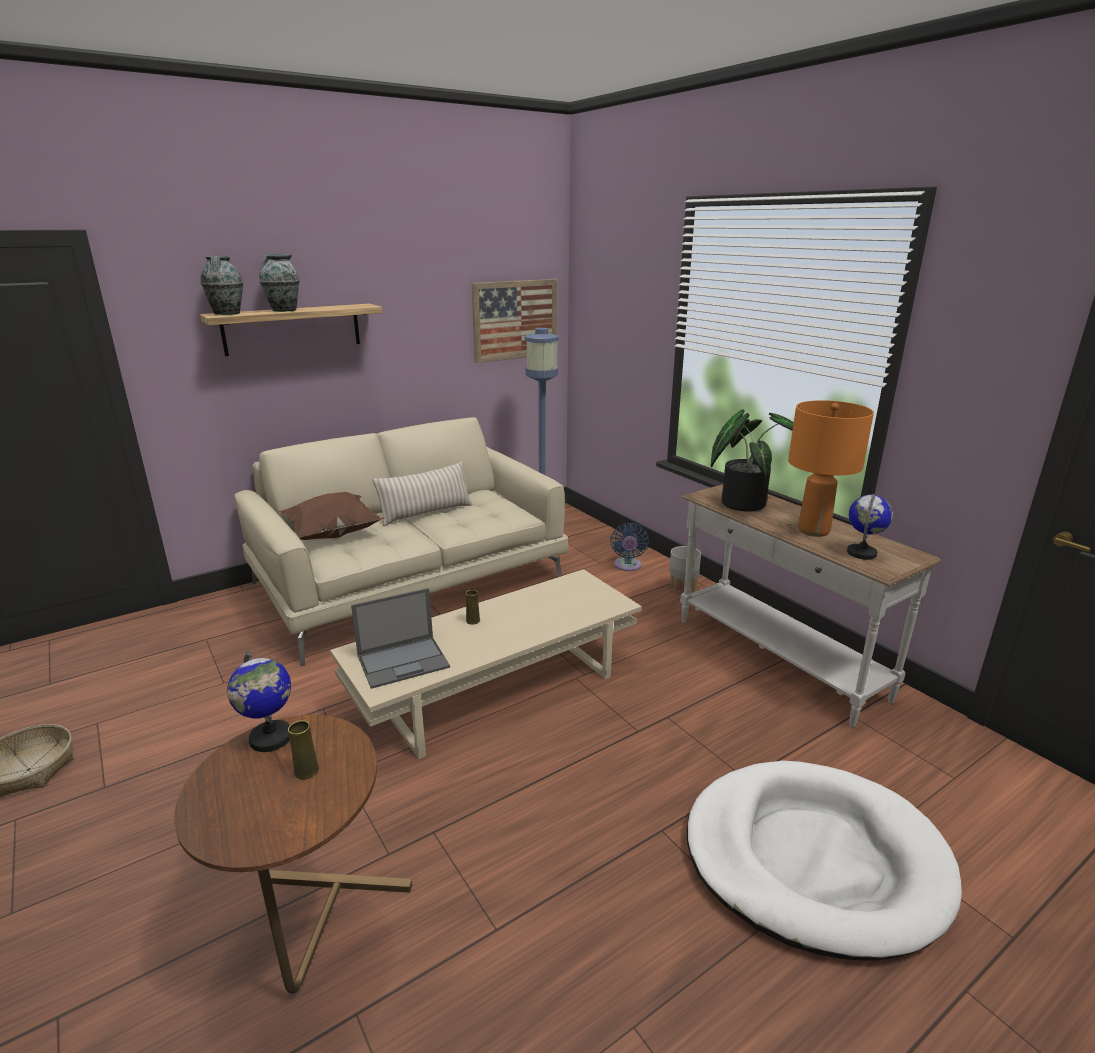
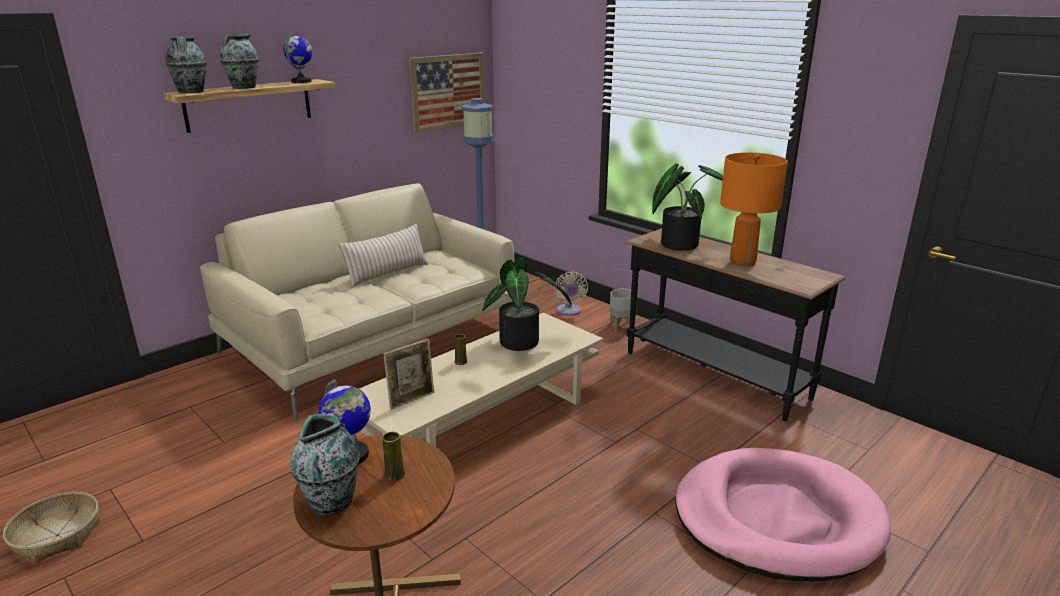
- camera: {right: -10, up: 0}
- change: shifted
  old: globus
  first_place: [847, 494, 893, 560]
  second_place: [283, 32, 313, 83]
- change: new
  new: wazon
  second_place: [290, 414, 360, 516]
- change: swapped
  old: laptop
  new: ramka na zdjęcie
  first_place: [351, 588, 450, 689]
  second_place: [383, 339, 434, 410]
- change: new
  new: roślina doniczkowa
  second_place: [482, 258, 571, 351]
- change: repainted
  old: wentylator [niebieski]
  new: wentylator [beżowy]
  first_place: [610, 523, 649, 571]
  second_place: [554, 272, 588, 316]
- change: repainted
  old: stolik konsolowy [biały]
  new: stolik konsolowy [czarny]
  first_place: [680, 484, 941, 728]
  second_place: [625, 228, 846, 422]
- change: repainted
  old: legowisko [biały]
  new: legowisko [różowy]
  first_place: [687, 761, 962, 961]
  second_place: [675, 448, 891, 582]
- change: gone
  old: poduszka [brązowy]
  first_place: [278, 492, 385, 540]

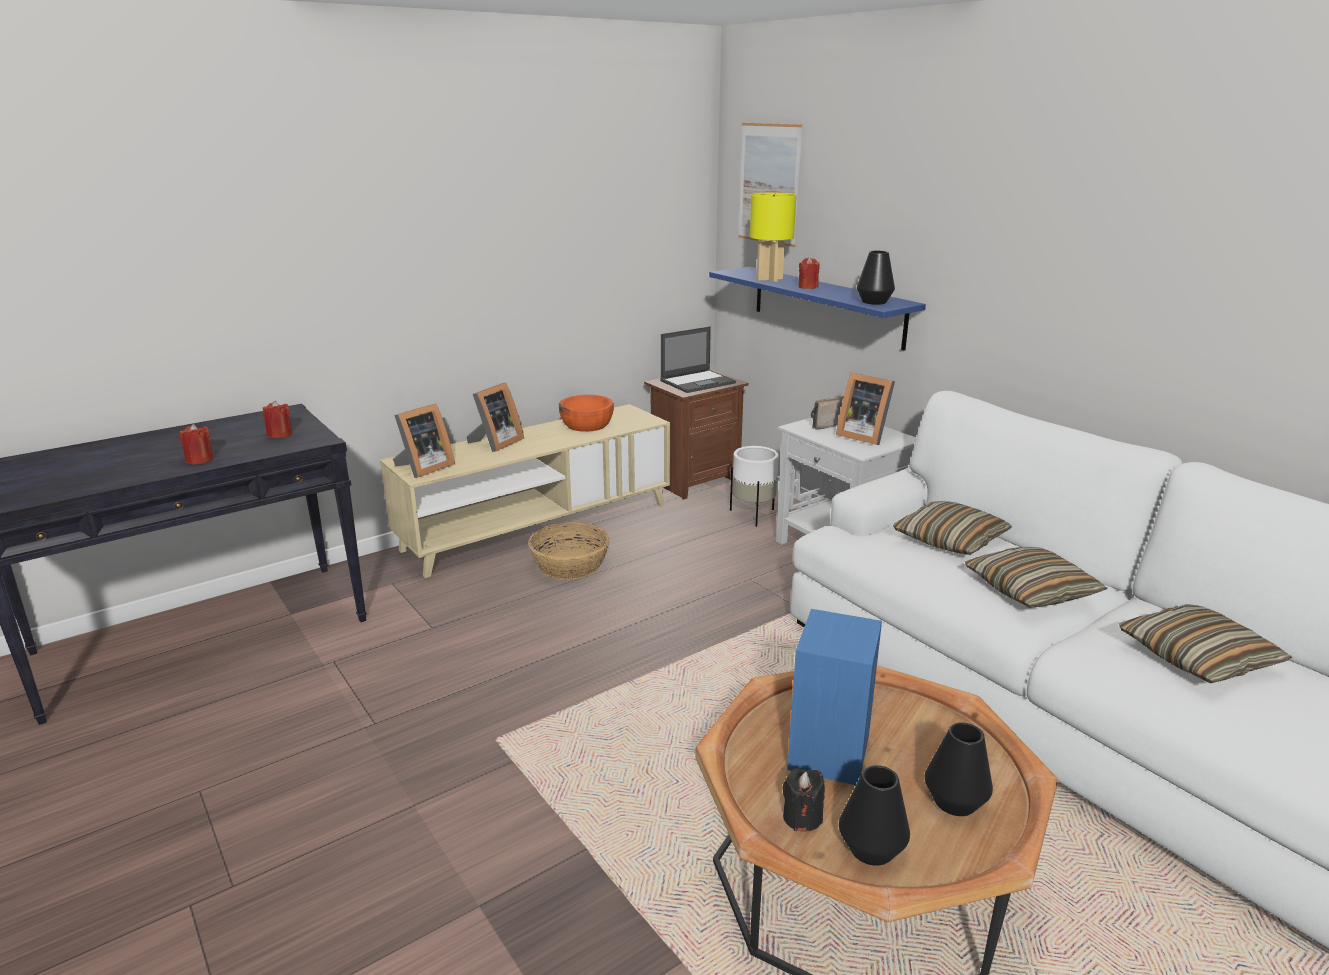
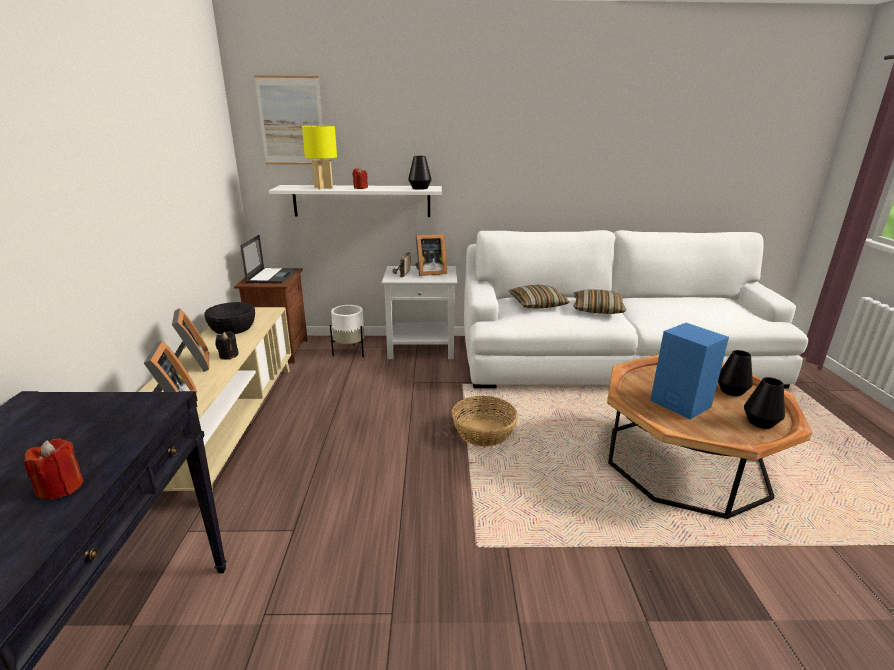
- camera: {right: -55, up: 0}
- change: repainted
  old: miska [pomarańczowy]
  new: miska [czarny]
  first_place: [559, 395, 614, 432]
  second_place: [204, 302, 255, 335]
- change: shifted
  old: świeca [czarny]
  first_place: [783, 768, 825, 832]
  second_place: [215, 331, 239, 360]
- change: repainted
  old: półka [niebieski]
  new: półka [biały]
  first_place: [709, 267, 926, 350]
  second_place: [269, 185, 442, 217]
- change: shifted
  old: koszyk
  first_place: [528, 522, 609, 580]
  second_place: [452, 396, 518, 447]
- change: gone
  old: świeca [czerwony]
  first_place: [263, 401, 293, 439]
- change: gone
  old: poduszka
  first_place: [1119, 604, 1292, 683]

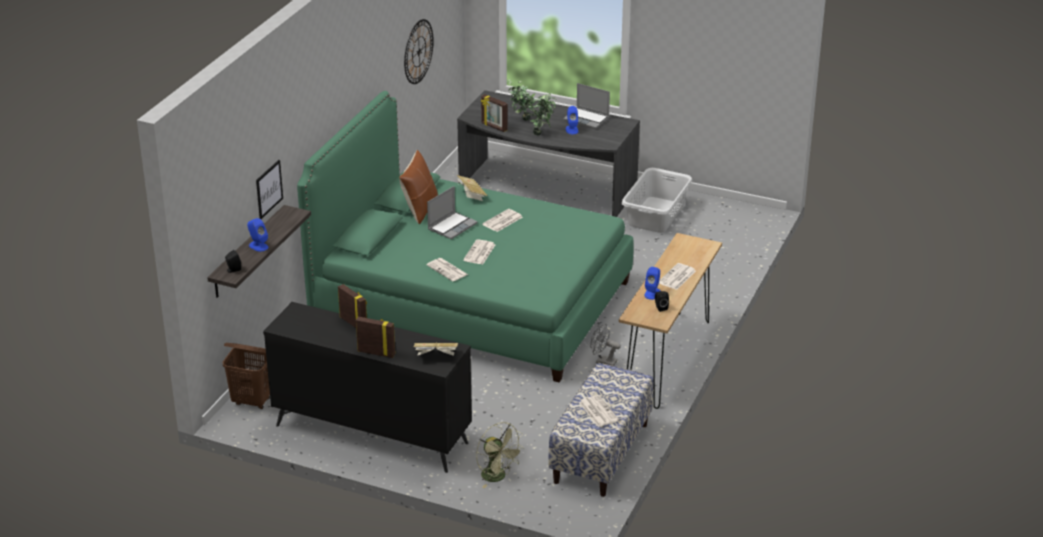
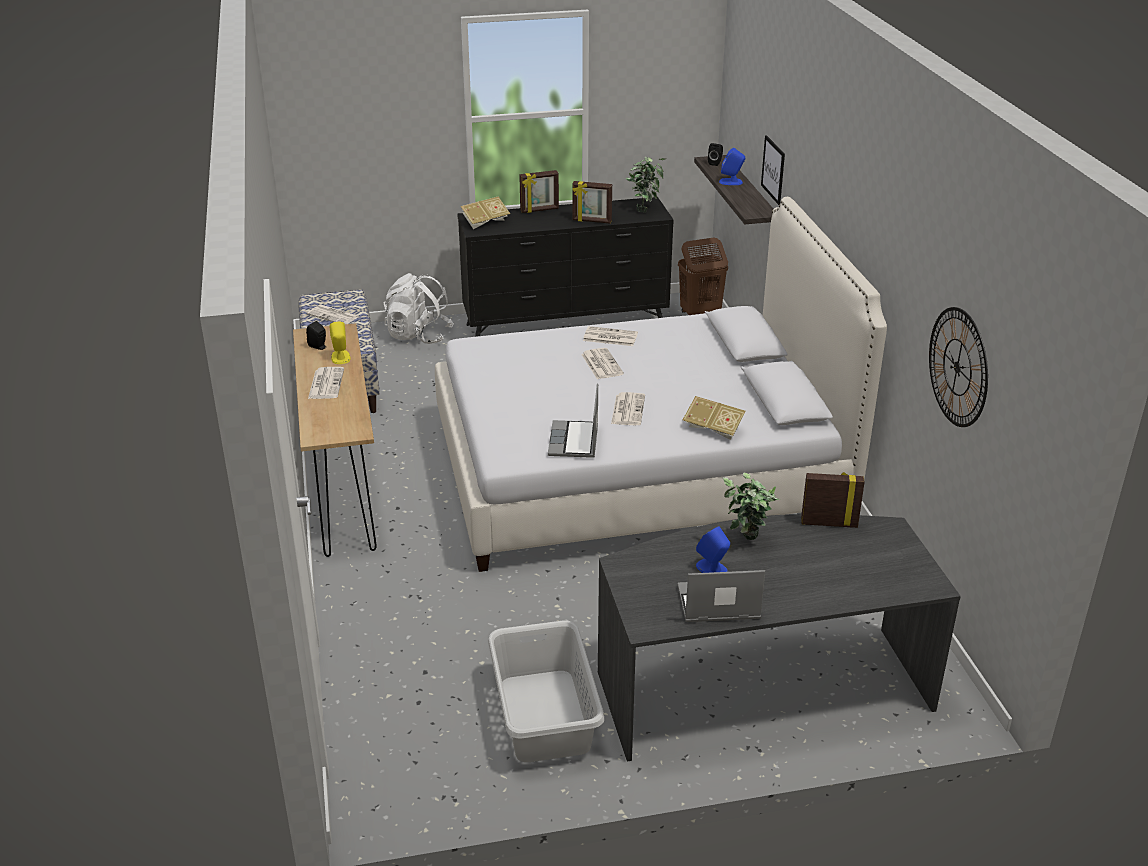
- camera: {right: 145, up: 0}
- change: repainted
  old: głośnik [niebieski]
  new: głośnik [żółty]
  first_place: [644, 267, 660, 300]
  second_place: [329, 322, 350, 364]
- change: swapped
  old: wentylator [zielony]
  new: plecak [biały]
  first_place: [476, 422, 524, 488]
  second_place: [383, 273, 454, 344]
- change: repainted
  old: łóżko [zielony]
  new: łóżko [biały]
  first_place: [297, 91, 634, 382]
  second_place: [435, 197, 887, 572]
- change: shifted
  old: laptop
  first_place: [427, 186, 478, 239]
  second_place: [548, 383, 598, 458]
- change: shifted
  old: roślina doniczkowa
  first_place: [508, 79, 535, 121]
  second_place: [626, 157, 666, 212]
- change: gone
  old: poduszka [brązowy]
  first_place: [399, 150, 438, 224]
- change: gone
  old: wentylator [szary]
  first_place: [590, 324, 621, 366]

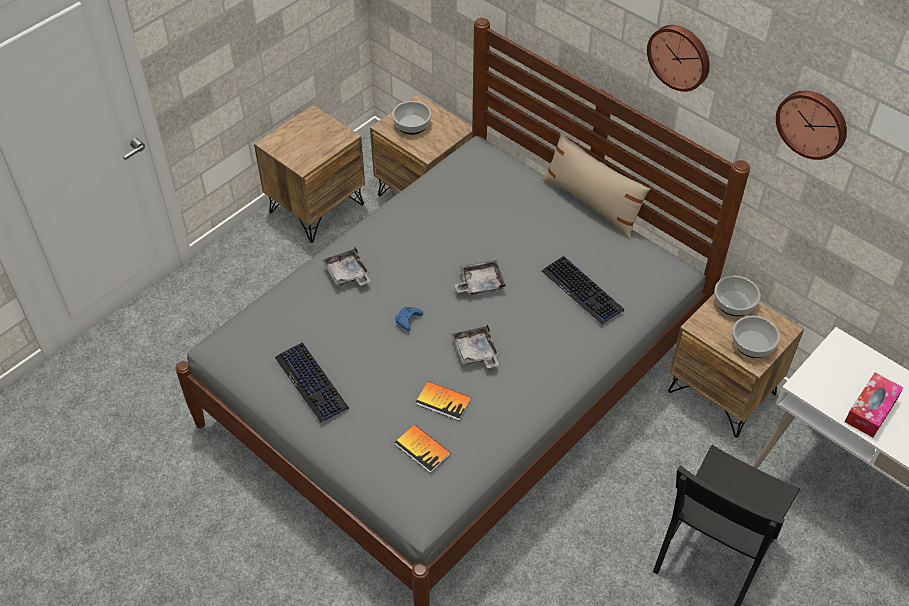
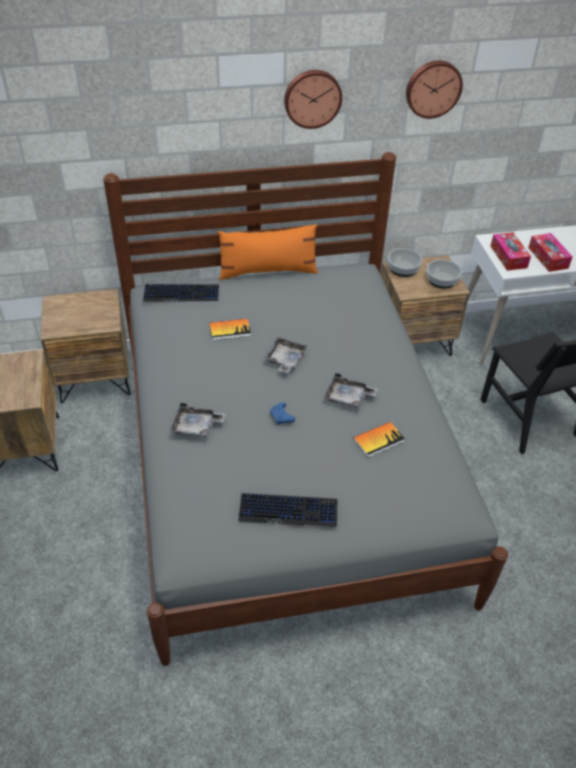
- camera: {right: -55, up: -5}
- change: shifted
  old: klawiatura
  first_place: [542, 256, 624, 325]
  second_place: [143, 284, 219, 302]
- change: shifted
  old: książka
  first_place: [395, 424, 451, 473]
  second_place: [210, 319, 251, 340]
- change: repainted
  old: poduszka [beżowy]
  new: poduszka [pomarańczowy]
  first_place: [543, 132, 651, 239]
  second_place: [218, 224, 318, 280]
- change: new
  new: pudełko chusteczek
  second_place: [491, 232, 531, 271]
- change: gone
  old: miska
  first_place: [392, 101, 432, 135]

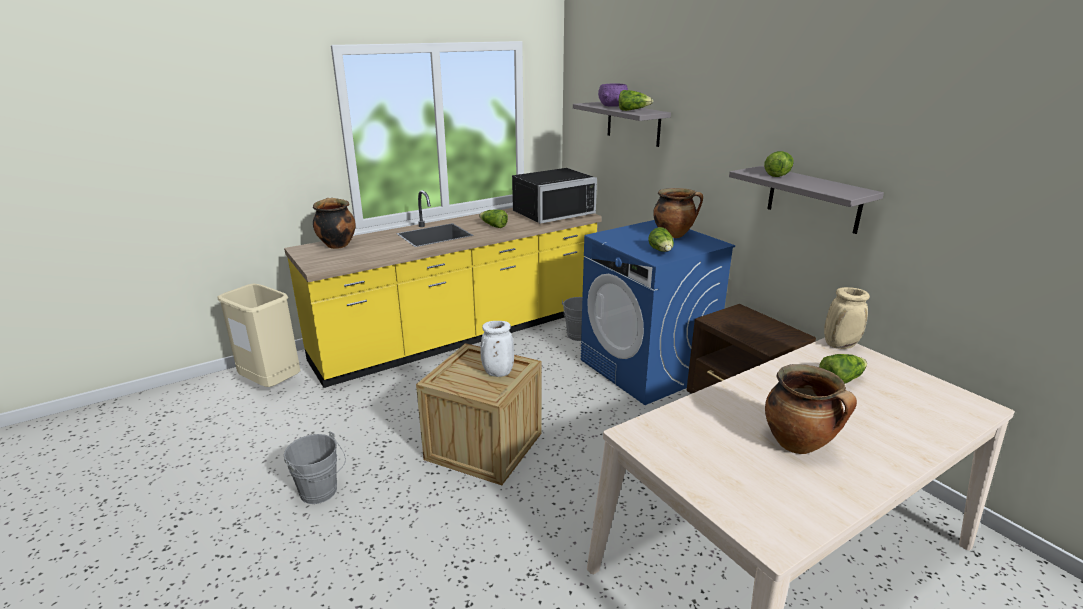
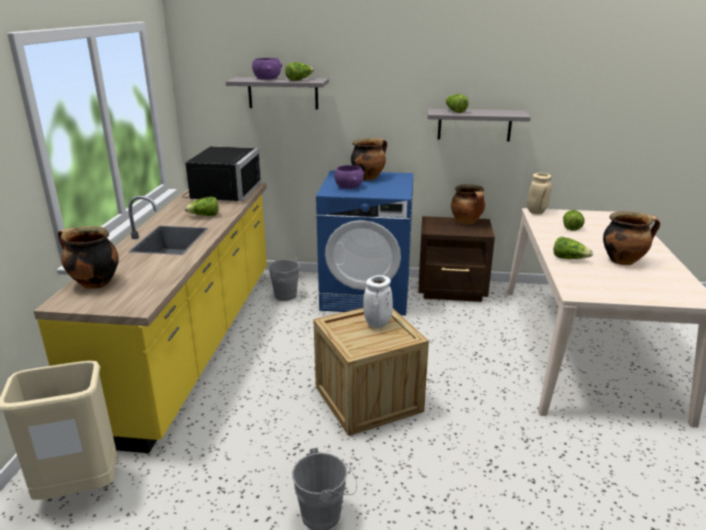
- camera: {right: -50, up: 0}
- change: new
  new: miska [fioletowy]
  second_place: [334, 165, 364, 189]
- change: new
  new: garnek
  second_place: [451, 184, 485, 225]
- change: shifted
  old: sałata
  first_place: [648, 227, 674, 252]
  second_place: [554, 237, 593, 259]

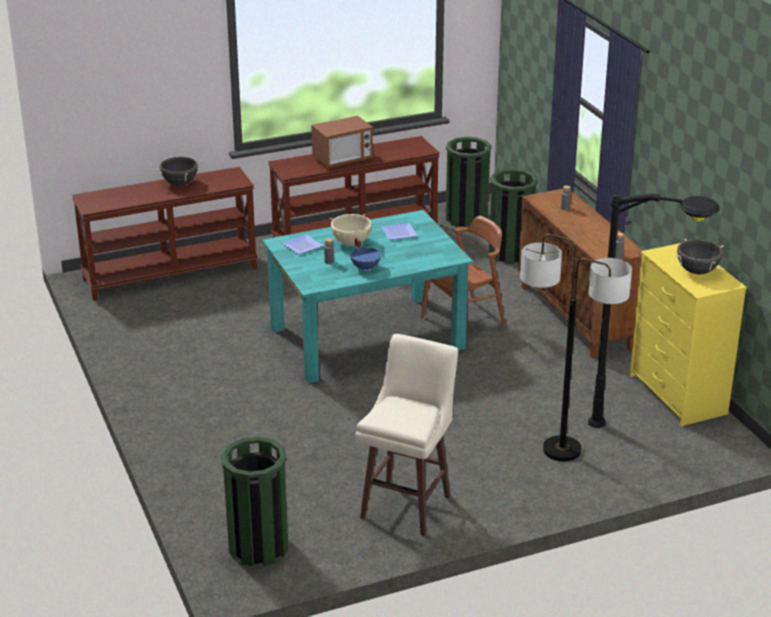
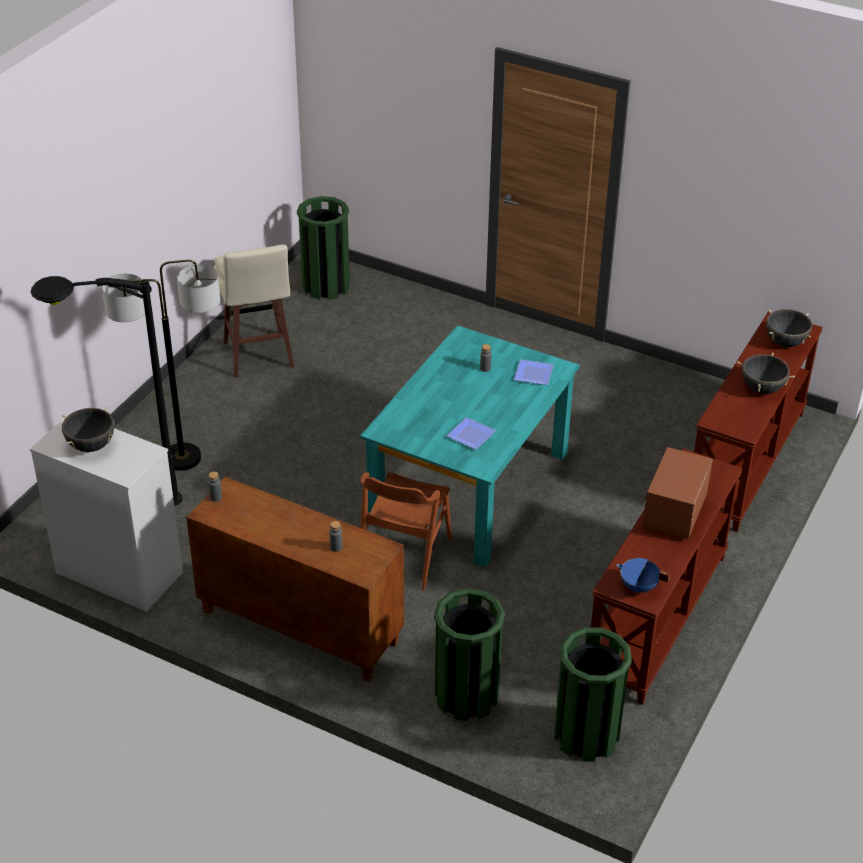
- camera: {right: 140, up: 10}
- change: repainted
  old: komoda [żółty]
  new: komoda [biały]
  first_place: [629, 243, 747, 426]
  second_place: [30, 412, 183, 612]
- change: shifted
  old: garnek [niebieski]
  first_place: [350, 238, 381, 271]
  second_place: [617, 558, 670, 593]
- change: new
  new: garnek [czarny]
  second_place: [766, 309, 812, 347]
- change: gone
  old: garnek [beżowy]
  first_place: [330, 214, 373, 246]

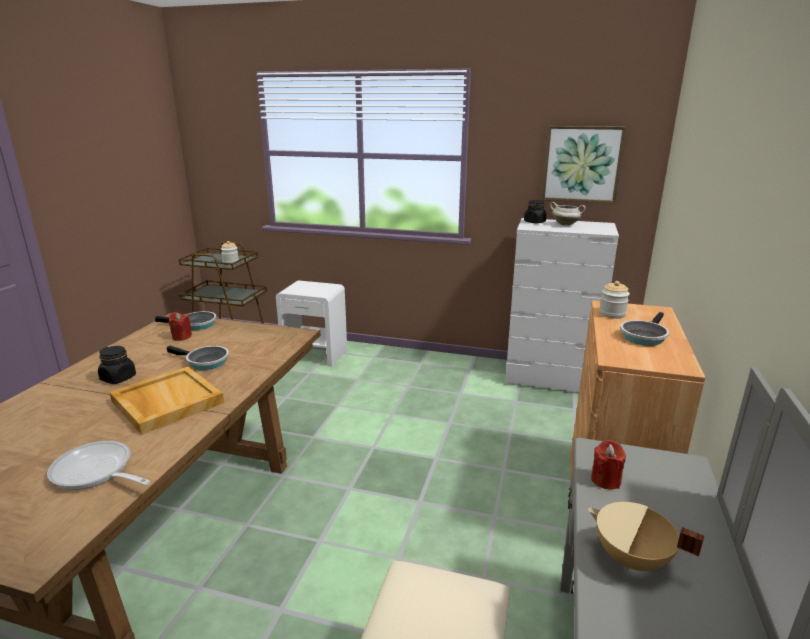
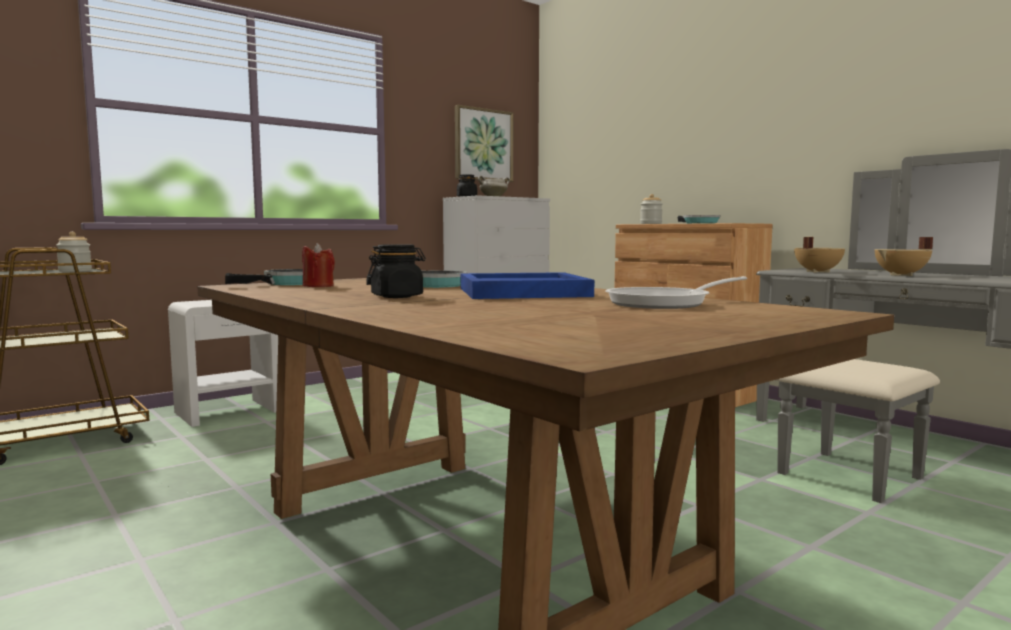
- camera: {right: -55, up: -15}
- change: repainted
  old: taca [beżowy]
  new: taca [niebieski]
  first_place: [109, 367, 224, 435]
  second_place: [461, 272, 594, 299]
- change: swapped
  old: świeca [czerwony]
  new: garnek [beżowy]
  first_place: [591, 440, 626, 489]
  second_place: [794, 237, 846, 273]

